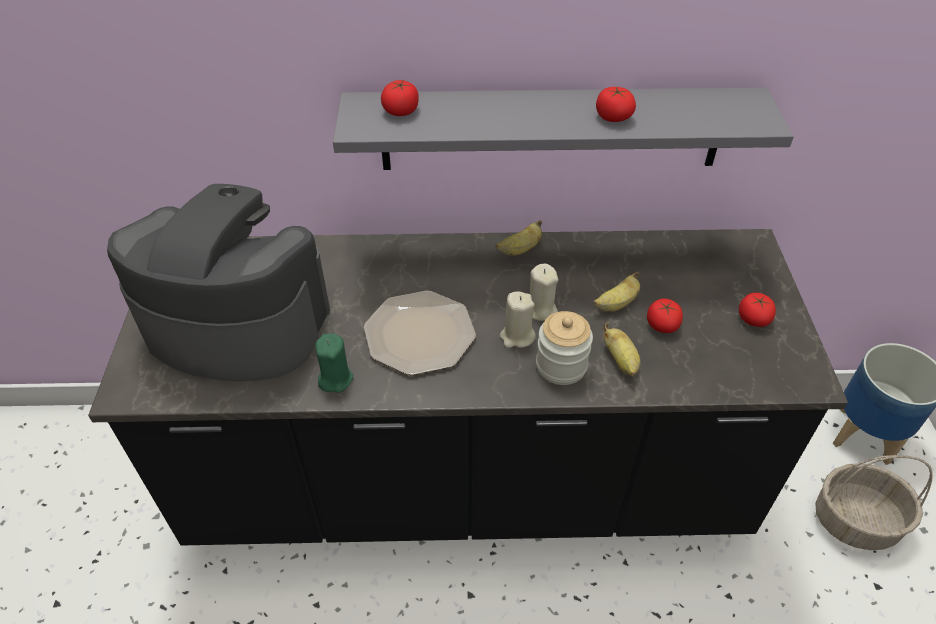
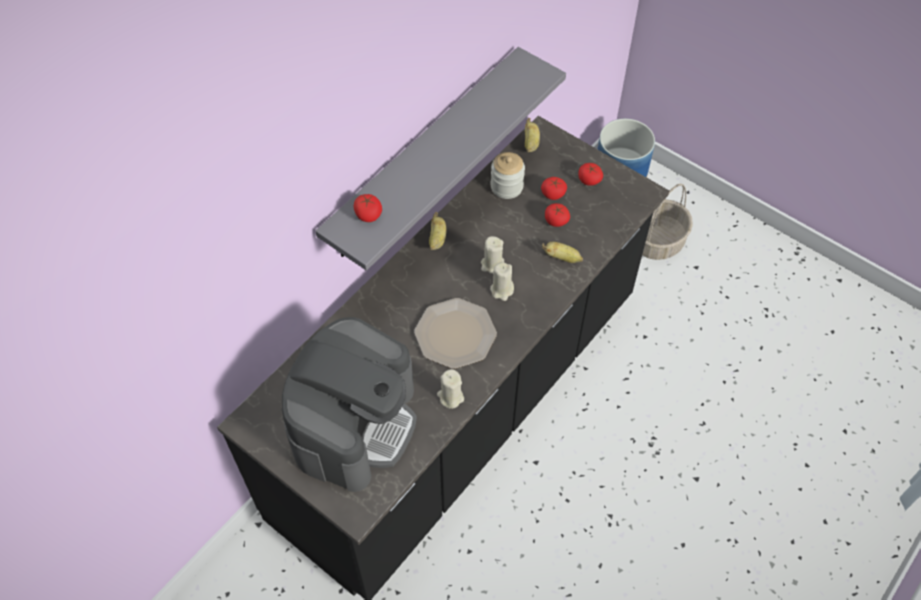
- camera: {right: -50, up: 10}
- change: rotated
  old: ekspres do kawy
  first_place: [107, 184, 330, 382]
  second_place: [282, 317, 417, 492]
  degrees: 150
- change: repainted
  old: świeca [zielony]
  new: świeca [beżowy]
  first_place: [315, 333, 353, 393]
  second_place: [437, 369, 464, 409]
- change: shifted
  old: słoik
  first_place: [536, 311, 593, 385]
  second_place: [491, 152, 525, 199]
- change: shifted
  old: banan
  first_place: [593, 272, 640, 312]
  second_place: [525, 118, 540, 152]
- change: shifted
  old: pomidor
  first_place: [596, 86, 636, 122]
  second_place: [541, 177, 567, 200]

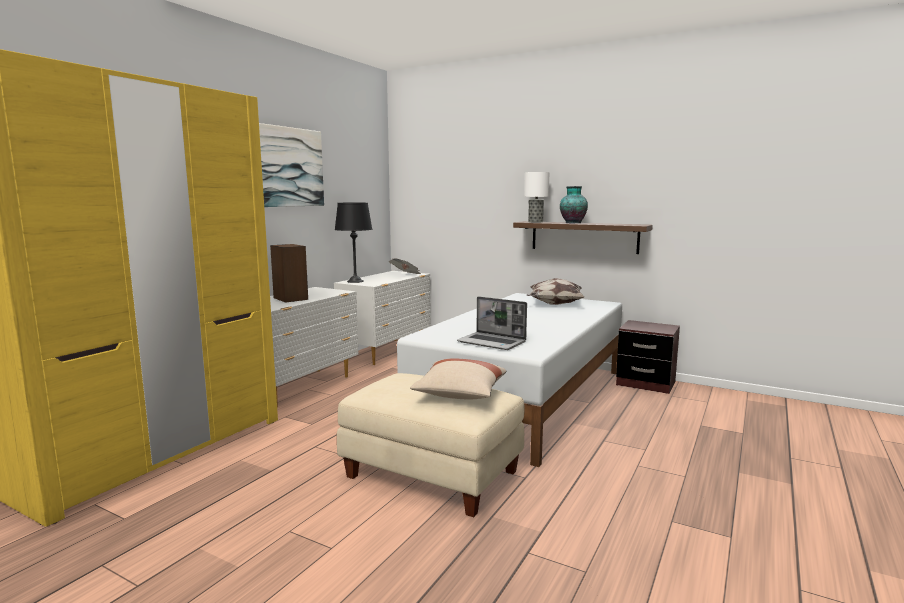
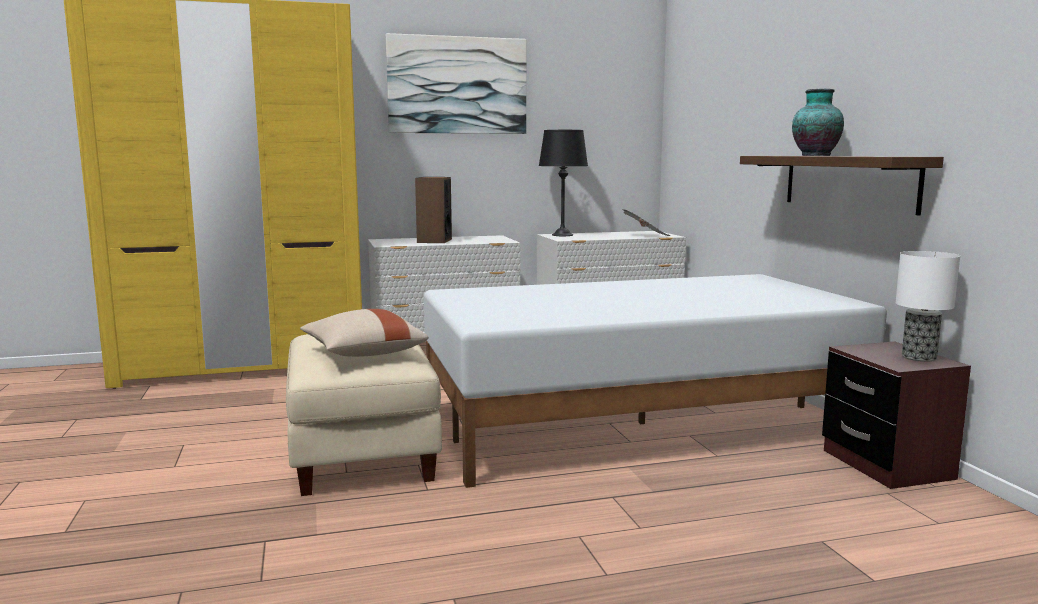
- camera: {right: 45, up: 0}
- change: shifted
  old: lampa stołowa
  first_place: [524, 172, 550, 222]
  second_place: [896, 251, 960, 362]
- change: gone
  old: laptop
  first_place: [457, 296, 527, 350]
- change: gone
  old: poduszka
  first_place: [526, 278, 584, 305]

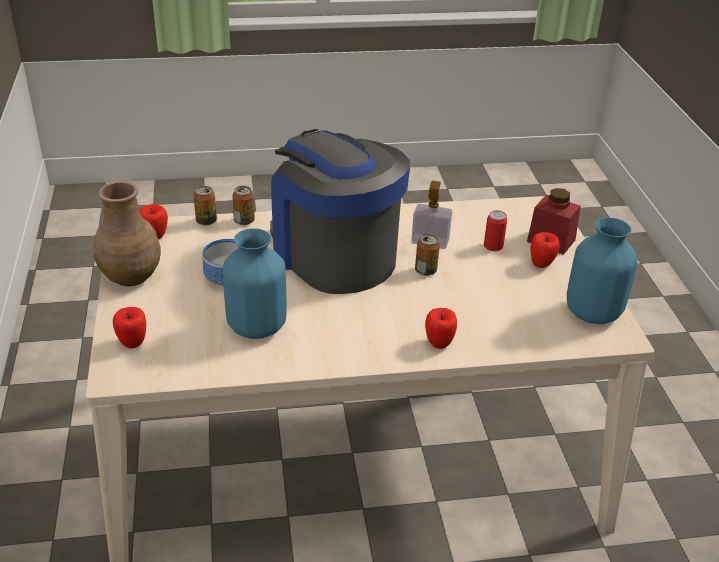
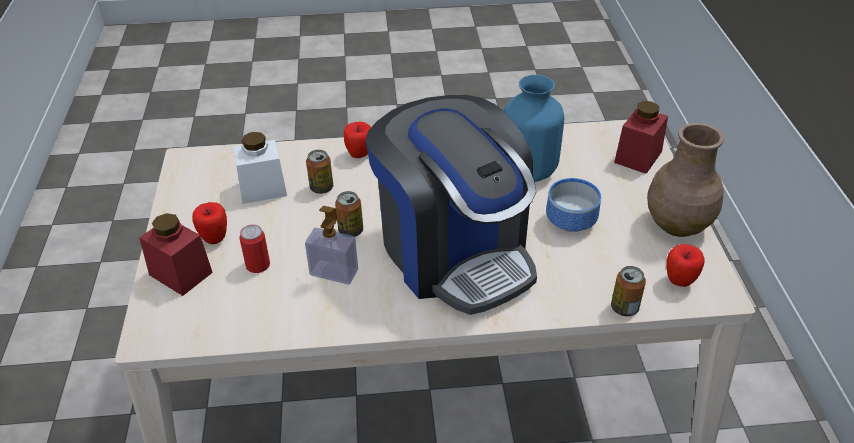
- camera: {right: -175, up: 5}
- change: new
  new: słoik [biały]
  second_place: [233, 132, 287, 204]
- change: shifted
  old: puszka
  first_place: [232, 186, 255, 225]
  second_place: [306, 150, 333, 194]
- change: swapped
  old: jabłko
  new: słoik [czerwony]
  first_place: [113, 307, 146, 349]
  second_place: [614, 101, 668, 174]
- change: gone
  old: wazon [niebieski]
  first_place: [567, 217, 637, 324]

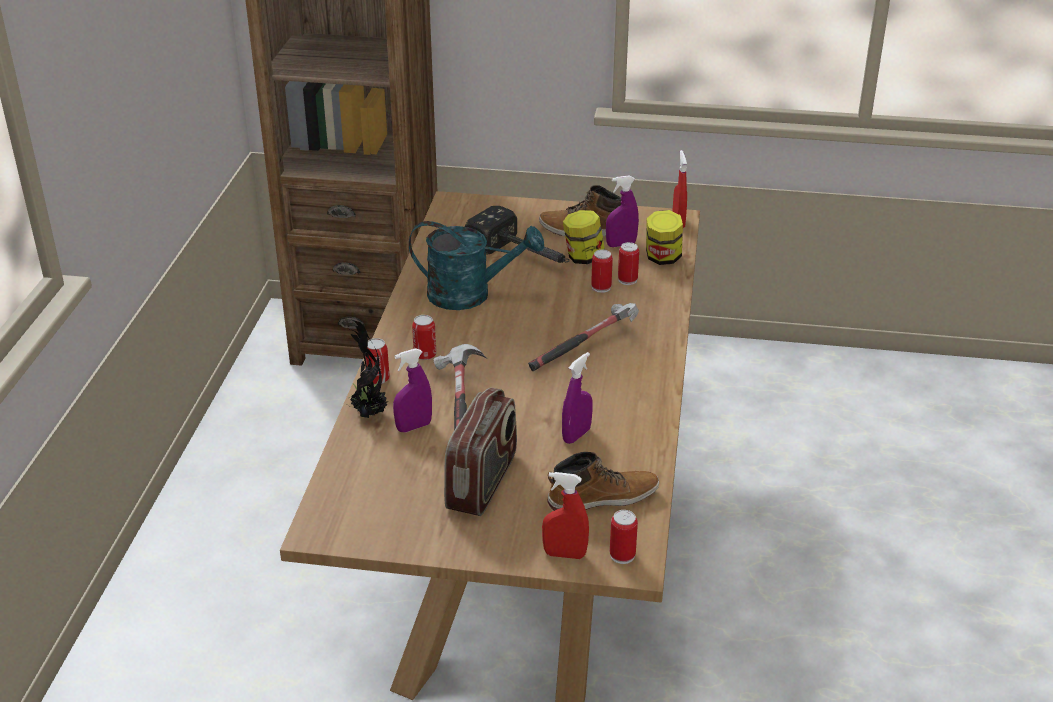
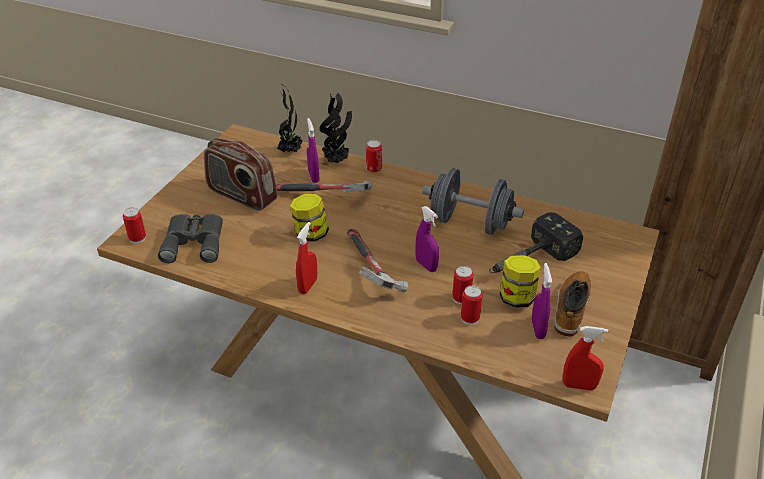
- camera: {right: 105, up: 5}
- change: swapped
  old: but z cholewką
  new: lornetka [szary]
  first_place: [548, 452, 659, 511]
  second_place: [158, 214, 223, 263]
- change: new
  new: roślina doniczkowa
  second_place: [277, 84, 302, 152]
- change: shifted
  old: słoik
  first_place: [646, 210, 683, 265]
  second_place: [290, 194, 329, 241]
- change: shifted
  old: spryskiwacz [czerwony]
  first_place: [542, 472, 589, 559]
  second_place: [296, 222, 317, 294]
- change: shifted
  old: spryskiwacz [fioletowy]
  first_place: [562, 352, 592, 444]
  second_place: [415, 206, 439, 272]
- change: swapped
  old: konewka [turkusowy]
  new: hantel [szary]
  first_place: [409, 221, 544, 310]
  second_place: [422, 168, 524, 235]
- change: gone
  old: puszka
  first_place: [412, 315, 436, 360]

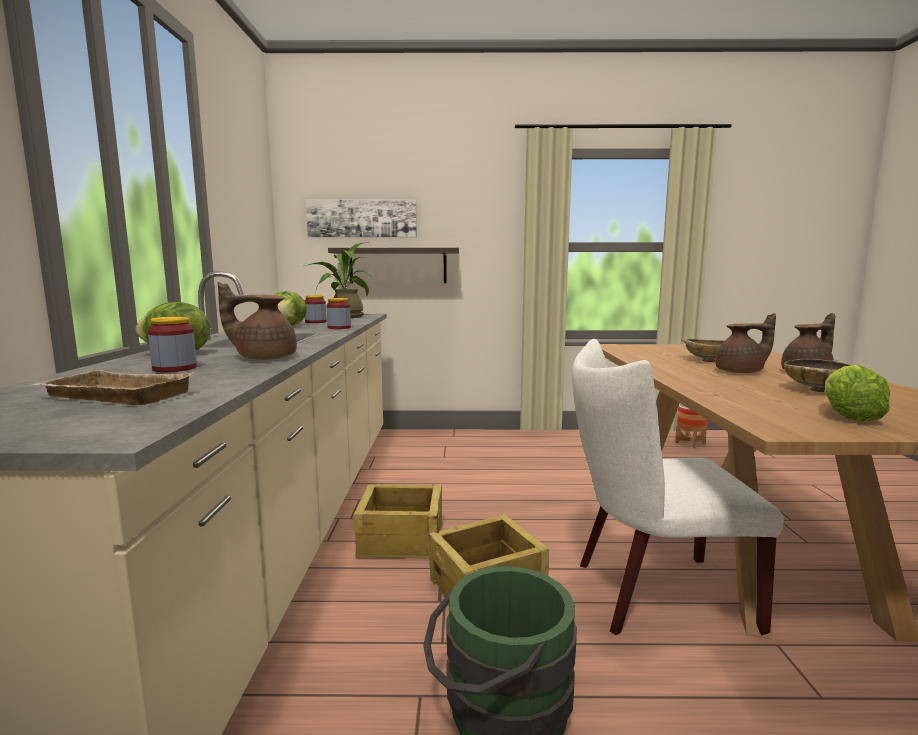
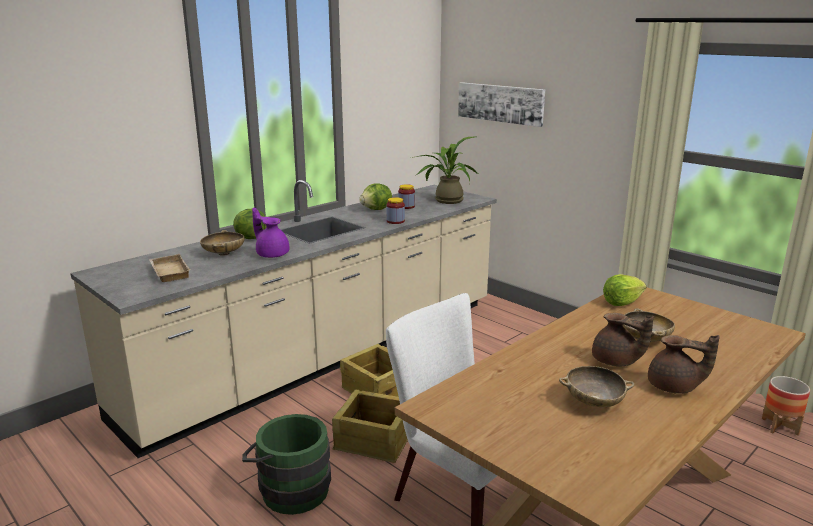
- camera: {right: 45, up: 10}
- change: swapped
  old: słoik
  new: miska [beżowy]
  first_place: [148, 317, 197, 372]
  second_place: [200, 230, 245, 256]
- change: repainted
  old: imbryk [brązowy]
  new: imbryk [fioletowy]
  first_place: [218, 282, 297, 360]
  second_place: [252, 208, 289, 258]
- change: shifted
  old: sałata
  first_place: [824, 365, 890, 421]
  second_place: [603, 274, 646, 306]
- change: gone
  old: półka
  first_place: [328, 248, 459, 283]

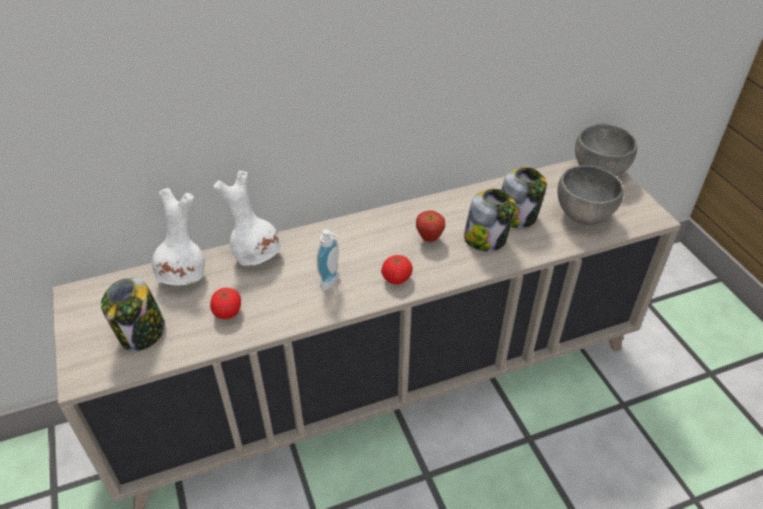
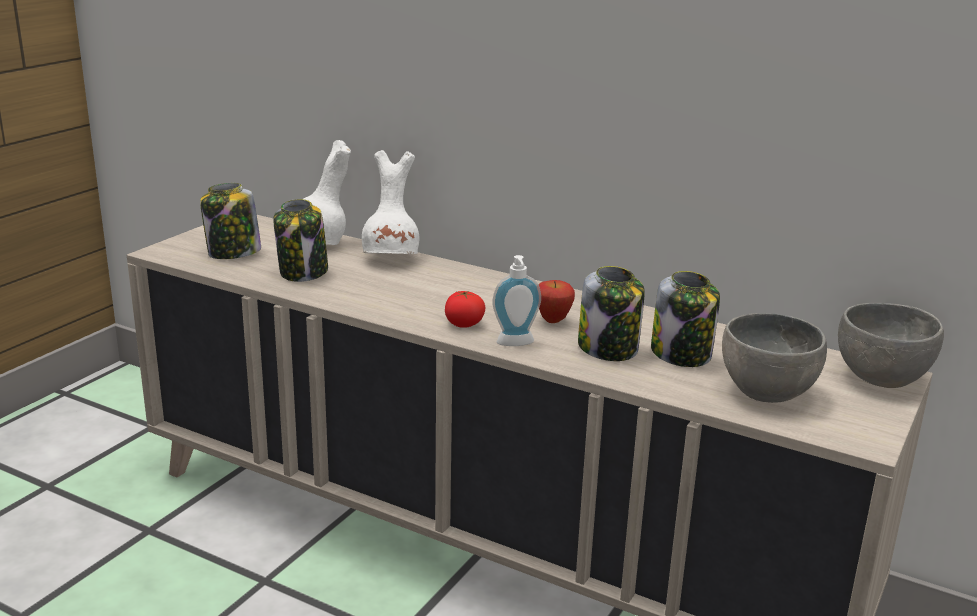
- camera: {right: 50, up: -20}
- change: swapped
  old: pomidor
  new: słoik
  first_place: [210, 288, 241, 319]
  second_place: [273, 199, 328, 282]
- change: shifted
  old: dozownik mydła
  first_place: [317, 229, 339, 291]
  second_place: [493, 255, 541, 346]

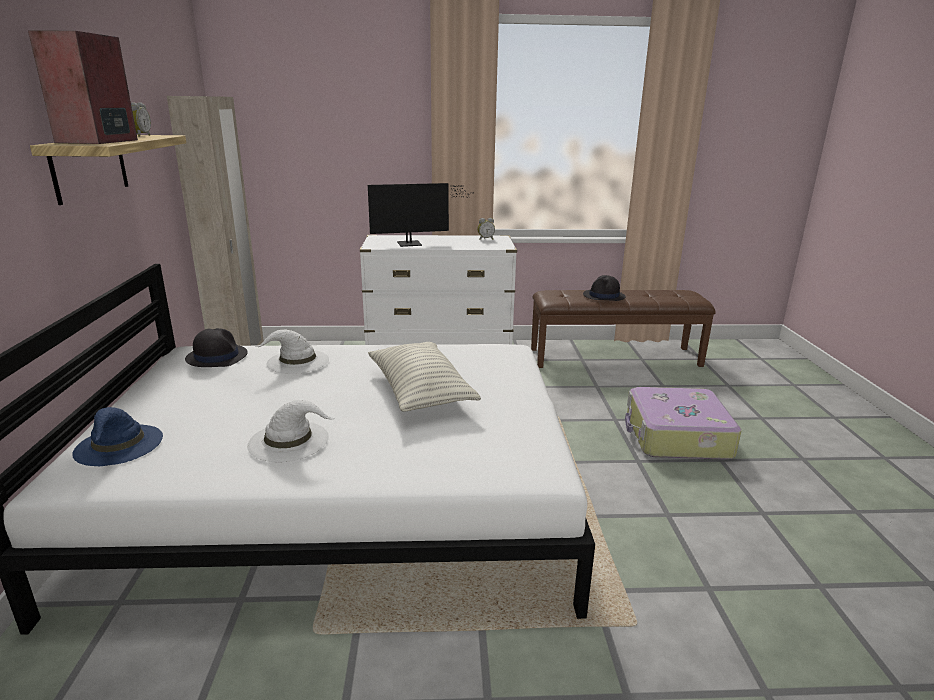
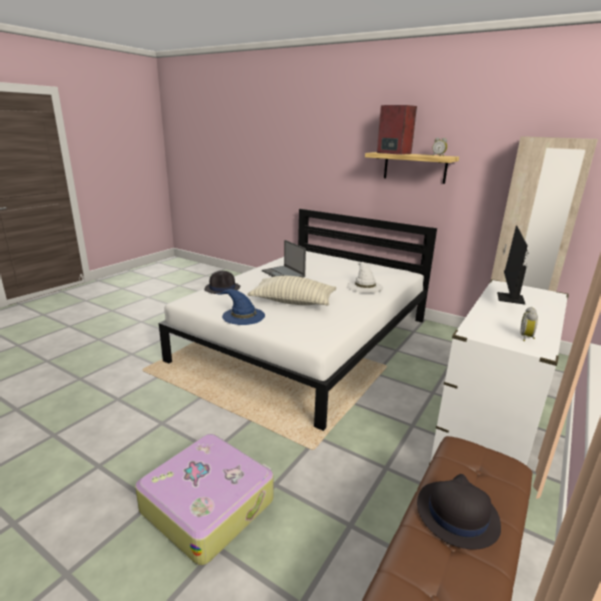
- camera: {right: 125, up: 0}
- change: shifted
  old: kapelusz [czarny]
  first_place: [185, 328, 248, 367]
  second_place: [204, 271, 240, 294]
- change: shifted
  old: kapelusz [niebieski]
  first_place: [72, 407, 163, 466]
  second_place: [216, 289, 265, 325]
- change: swapped
  old: kapelusz [biały]
  new: laptop
  first_place: [247, 400, 335, 463]
  second_place: [262, 240, 306, 277]

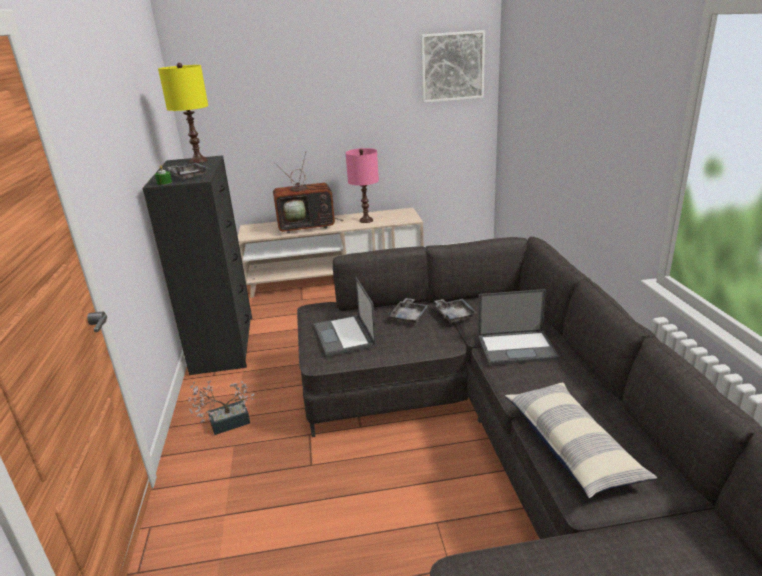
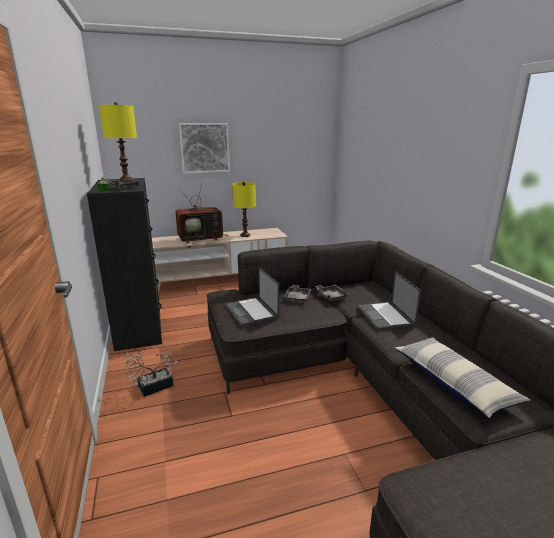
- camera: {right: -10, up: -5}
- change: shifted
  old: obraz
  first_place: [421, 30, 485, 103]
  second_place: [179, 123, 230, 174]
- change: repainted
  old: lampa stołowa [różowy]
  new: lampa stołowa [żółty]
  first_place: [346, 148, 379, 223]
  second_place: [232, 182, 256, 237]
- change: rotated
  old: laptop
  first_place: [478, 289, 559, 365]
  second_place: [357, 271, 421, 331]
  degrees: 90

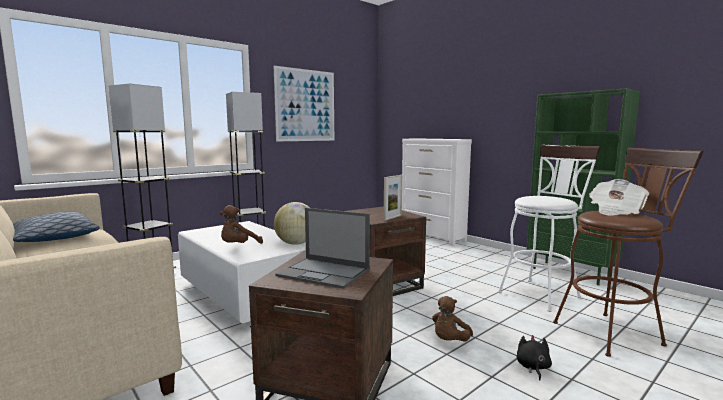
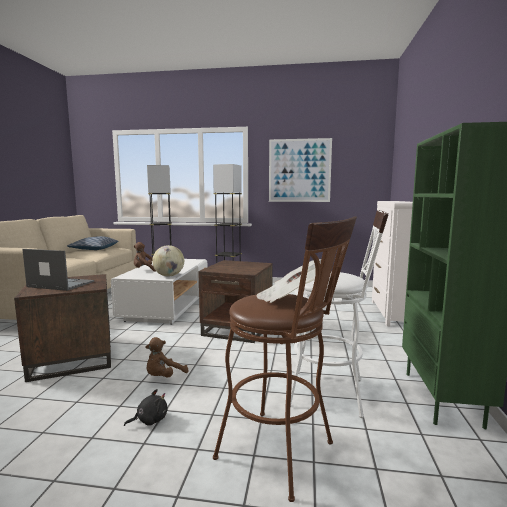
- camera: {right: 50, up: 0}
- change: rotated
  old: laptop
  first_place: [275, 208, 370, 289]
  second_place: [22, 249, 94, 291]
  degrees: 120
- change: rotated
  old: pluszak [brązowy]
  first_place: [432, 296, 473, 341]
  second_place: [145, 337, 188, 378]
  degrees: -45
- change: gone
  old: ramka na zdjęcie
  first_place: [384, 175, 402, 221]

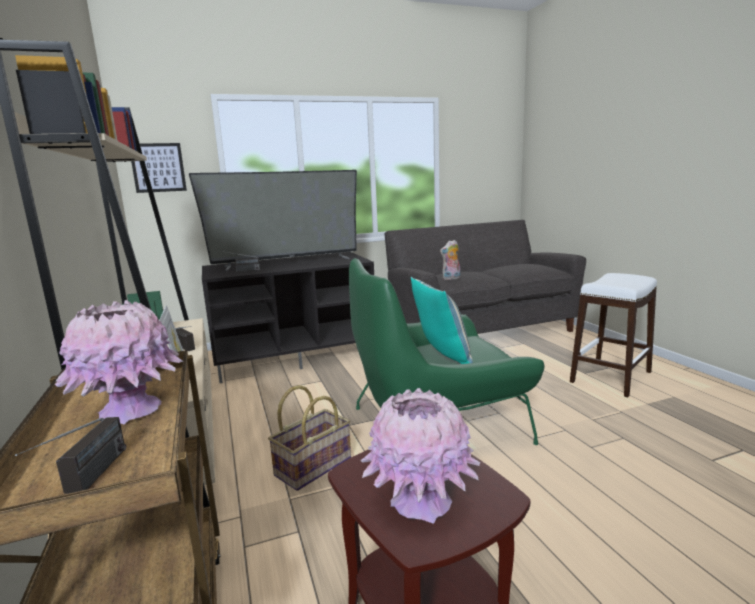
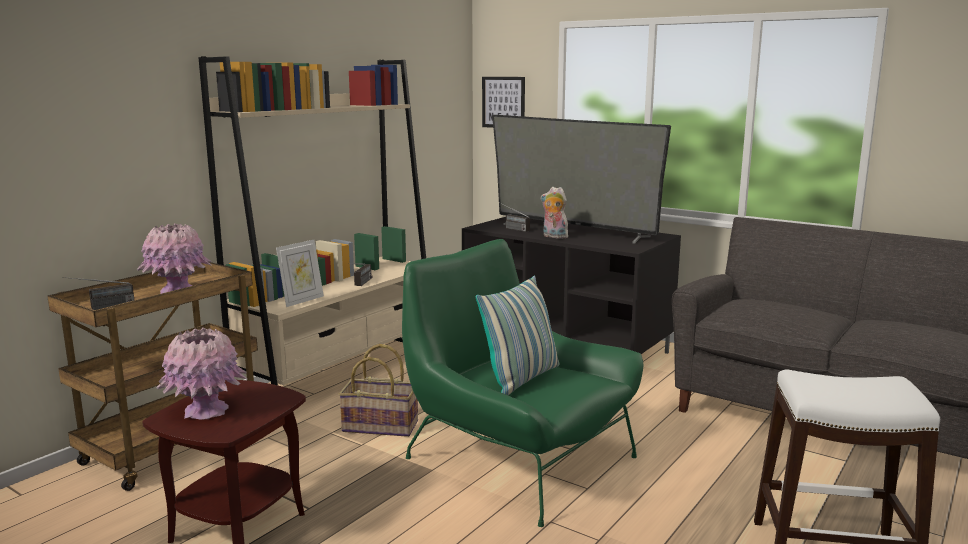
- camera: {right: 55, up: 0}
- change: shifted
  old: pluszak
  first_place: [440, 240, 461, 280]
  second_place: [541, 187, 568, 239]

